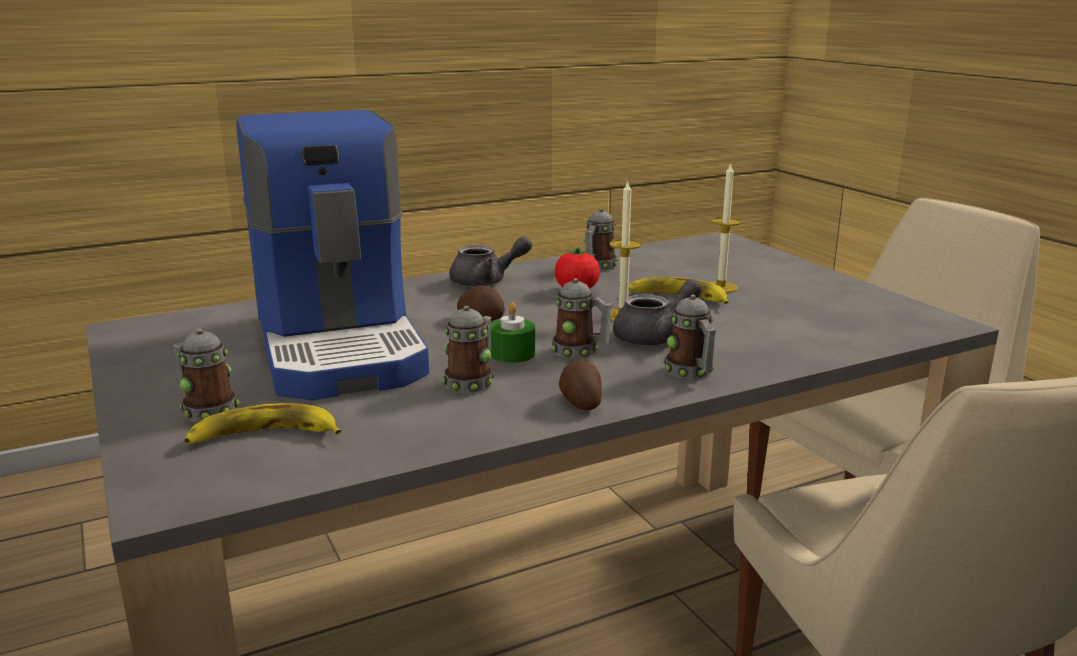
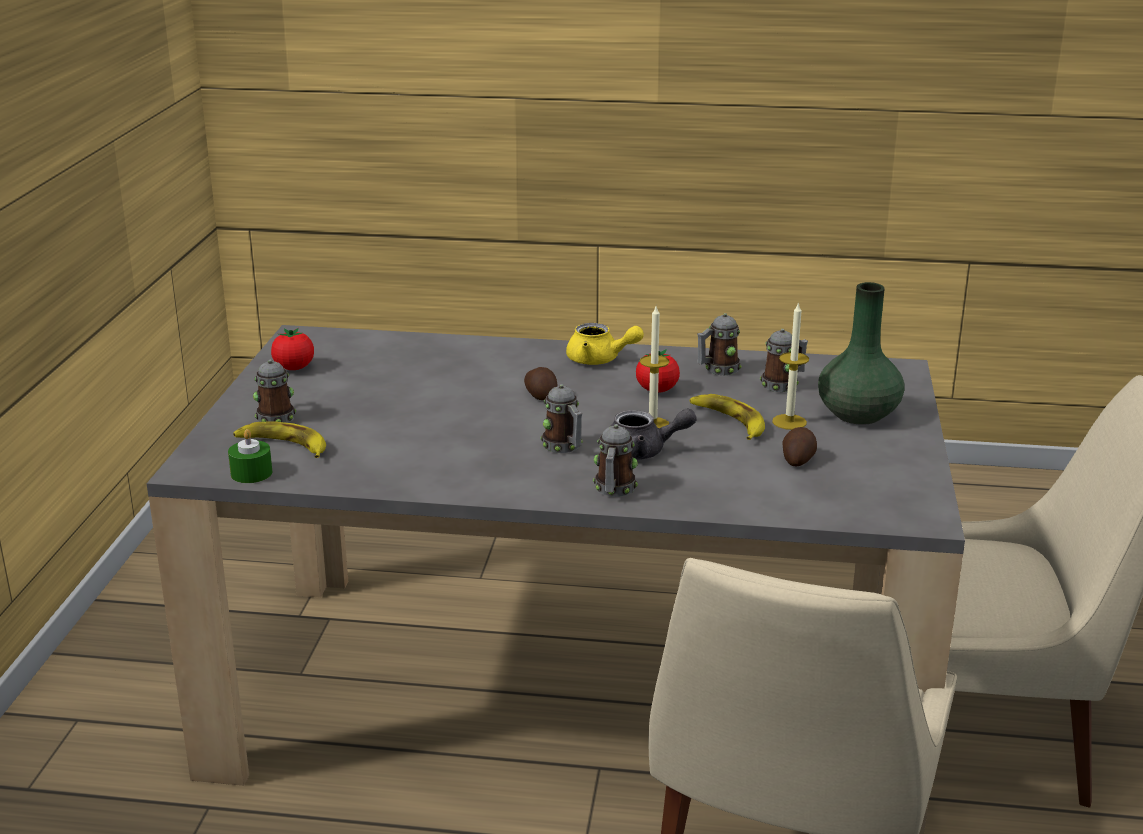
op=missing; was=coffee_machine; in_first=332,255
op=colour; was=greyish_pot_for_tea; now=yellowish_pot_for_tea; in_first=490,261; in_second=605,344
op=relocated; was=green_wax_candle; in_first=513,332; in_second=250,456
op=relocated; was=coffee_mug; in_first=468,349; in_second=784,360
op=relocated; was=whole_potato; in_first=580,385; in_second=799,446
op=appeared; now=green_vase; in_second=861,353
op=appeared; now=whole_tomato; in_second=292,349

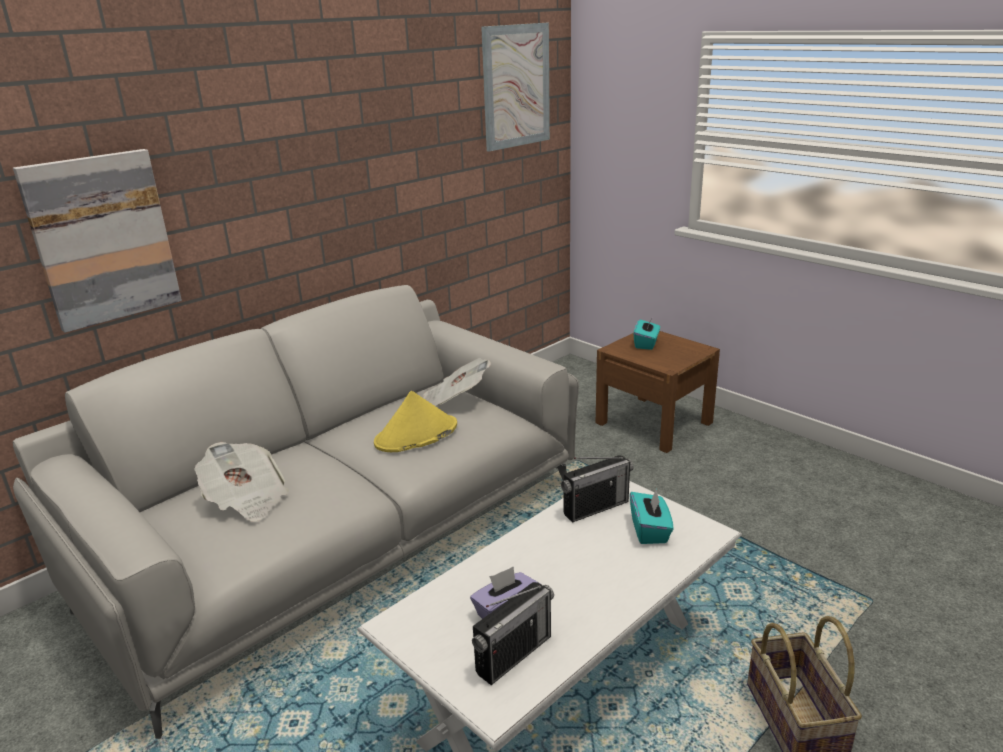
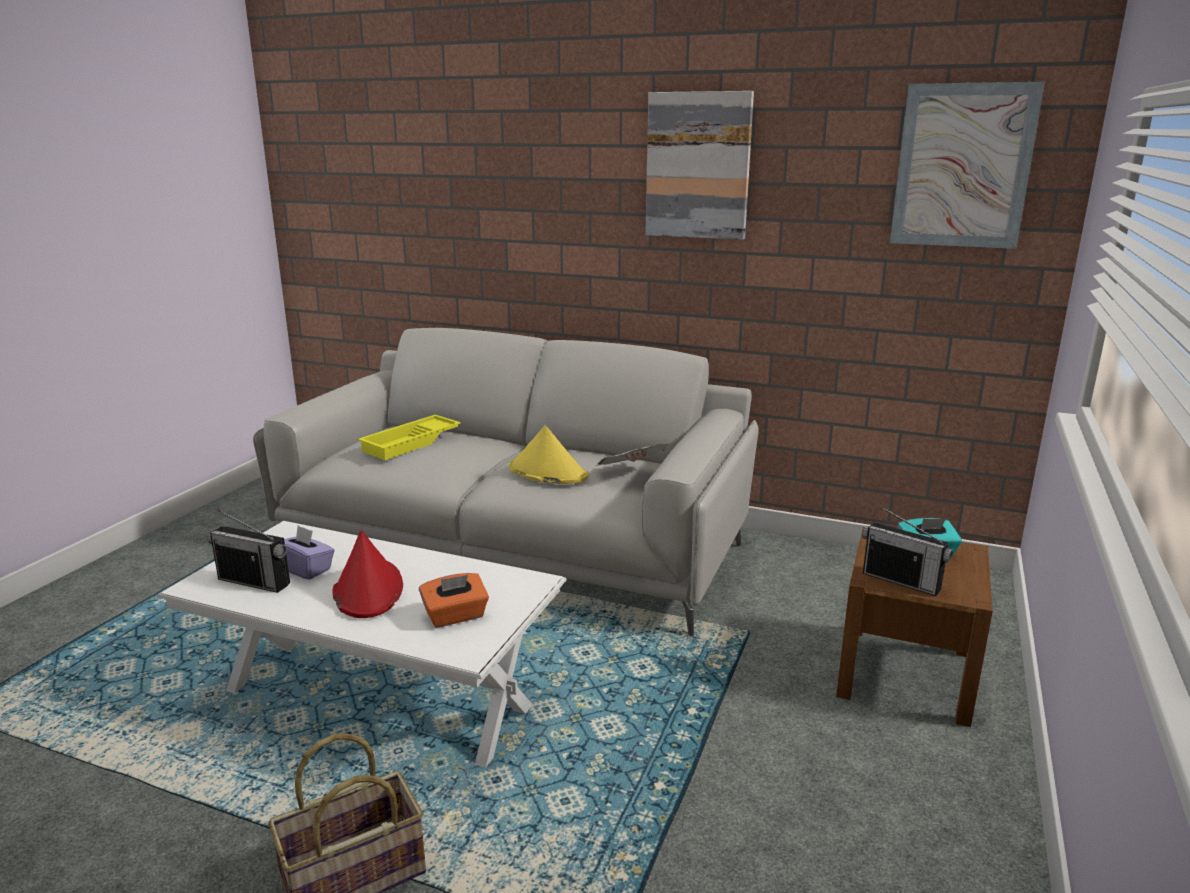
op=relocated; was=wall_picture; in_first=97,241; in_second=699,165
op=exchanged; was=printed_paper; now=yellowish_tray; in_first=241,482; in_second=409,437
op=relocated; was=radio_set; in_first=597,489; in_second=907,551
op=colour; was=blue-green_tissue_box; now=orange-coloured_tissue_box; in_first=651,516; in_second=454,600
op=appeared; now=red-coloured_hat; in_second=367,574

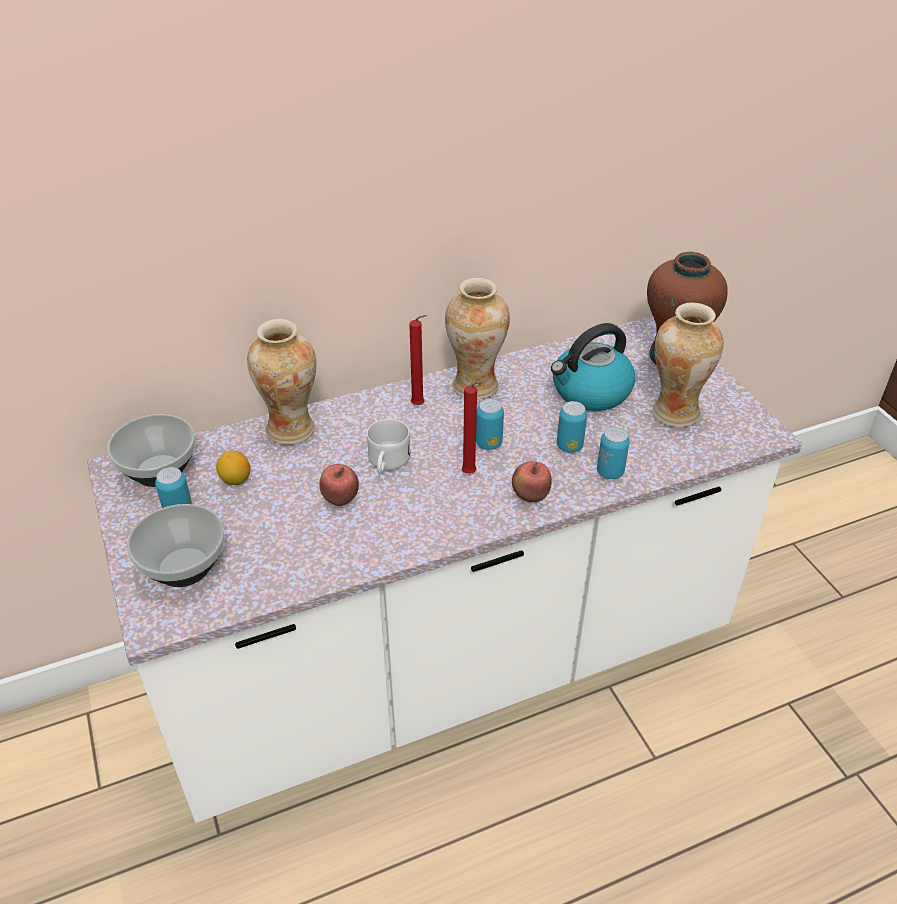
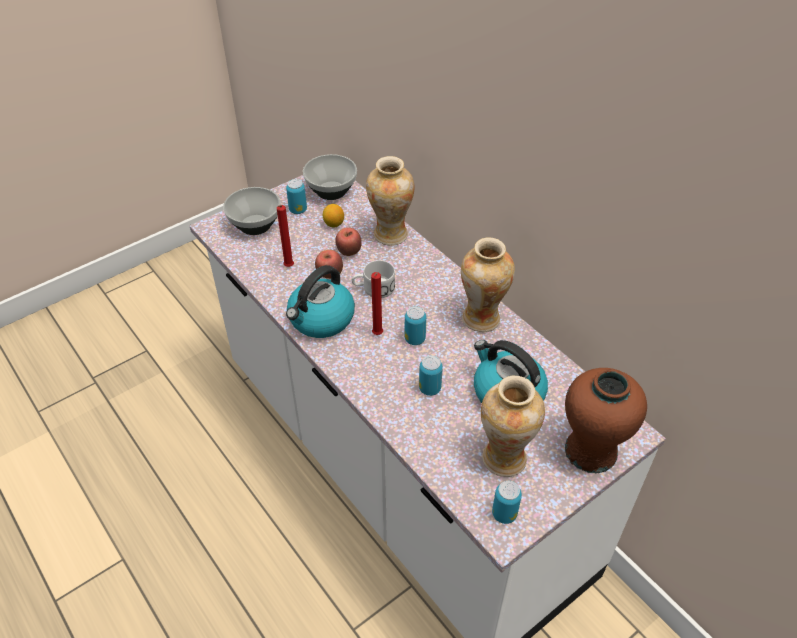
op=relocated; was=red-coloured_wax_candle; in_first=418,360; in_second=285,236
op=relocated; was=metal_can; in_first=613,453; in_second=507,502
op=relocated; was=apple; in_first=532,481; in_second=348,241
op=appeared; now=water_kettle; in_second=320,301

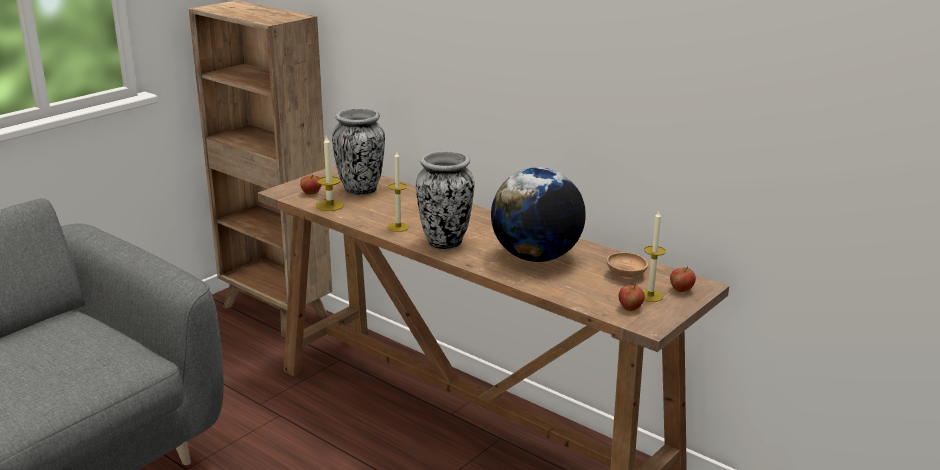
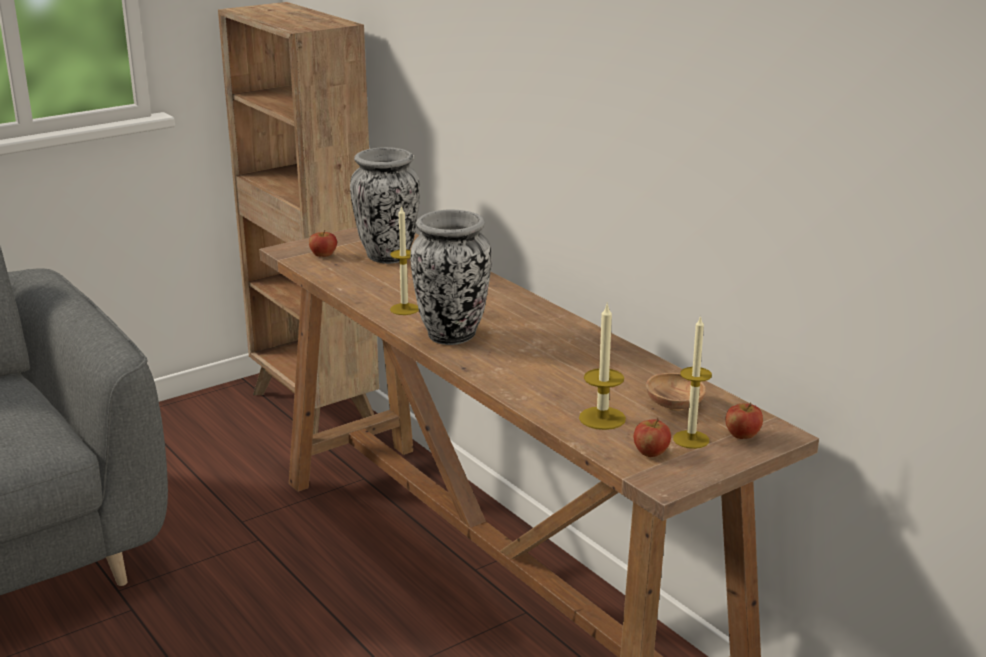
op=relocated; was=wax_candle; in_first=330,173; in_second=602,367
op=missing; was=world_globe; in_first=538,214

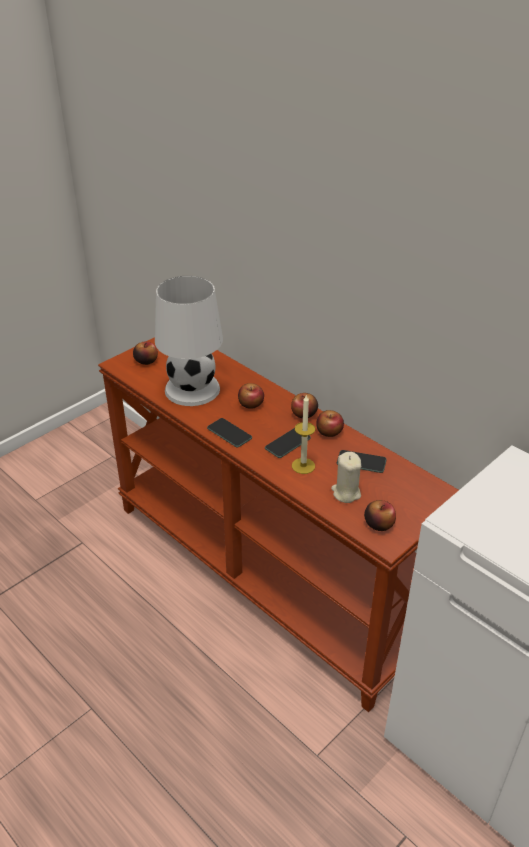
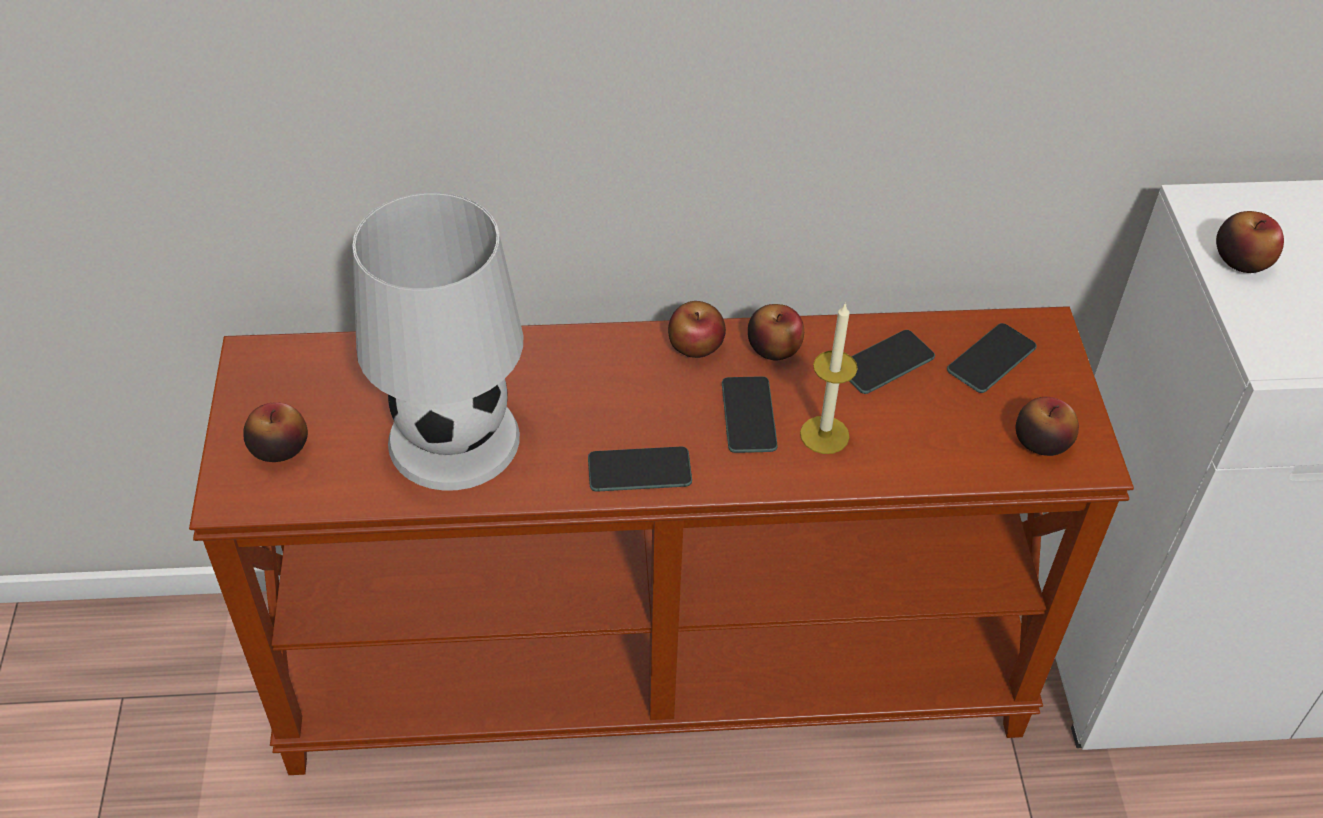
op=relocated; was=apple; in_first=251,396; in_second=1250,242
op=missing; was=sand-coloured_wax_candle; in_first=346,477
op=appeared; now=handset; in_second=992,358

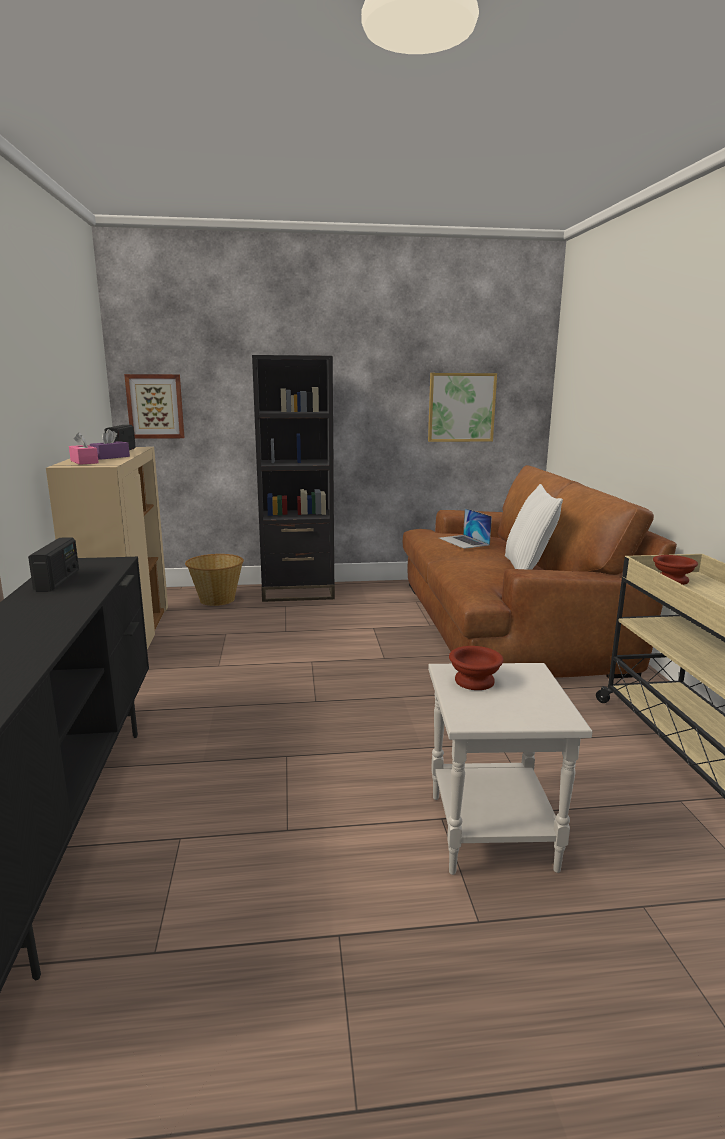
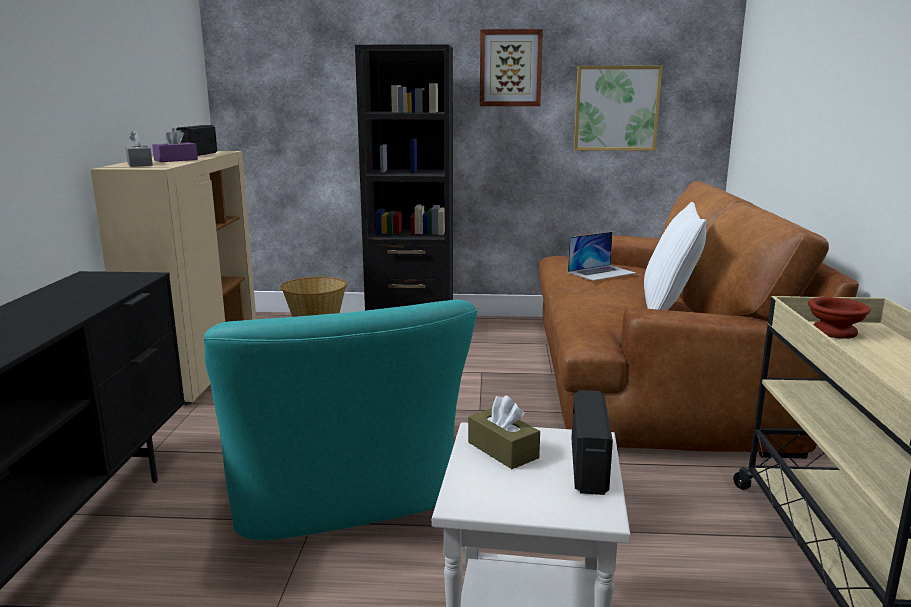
op=relocated; was=wall_picture; in_first=154,406; in_second=511,67
op=colour; was=pink_tissue_box; now=greyish_tissue_box; in_first=84,448; in_second=139,148
op=spun; was=portable_computer; in_first=465,528; in_second=602,256; clockwise=-105
op=relocated; was=radio_set; in_first=53,565; in_second=592,442
op=exchanged; was=brownish_deep_dish; now=brownish_tissue_box; in_first=476,668; in_second=504,432
op=appeared; now=blue-green_lounge_chair; in_second=340,419

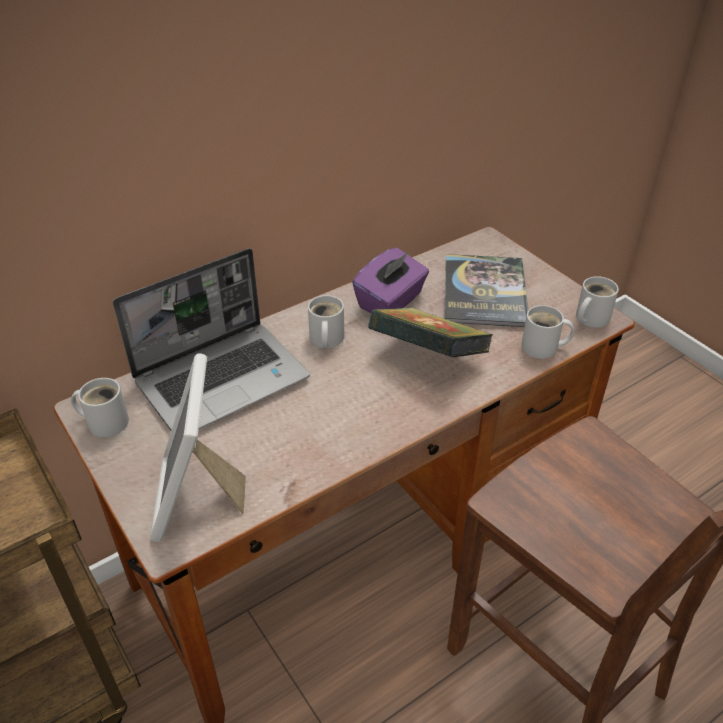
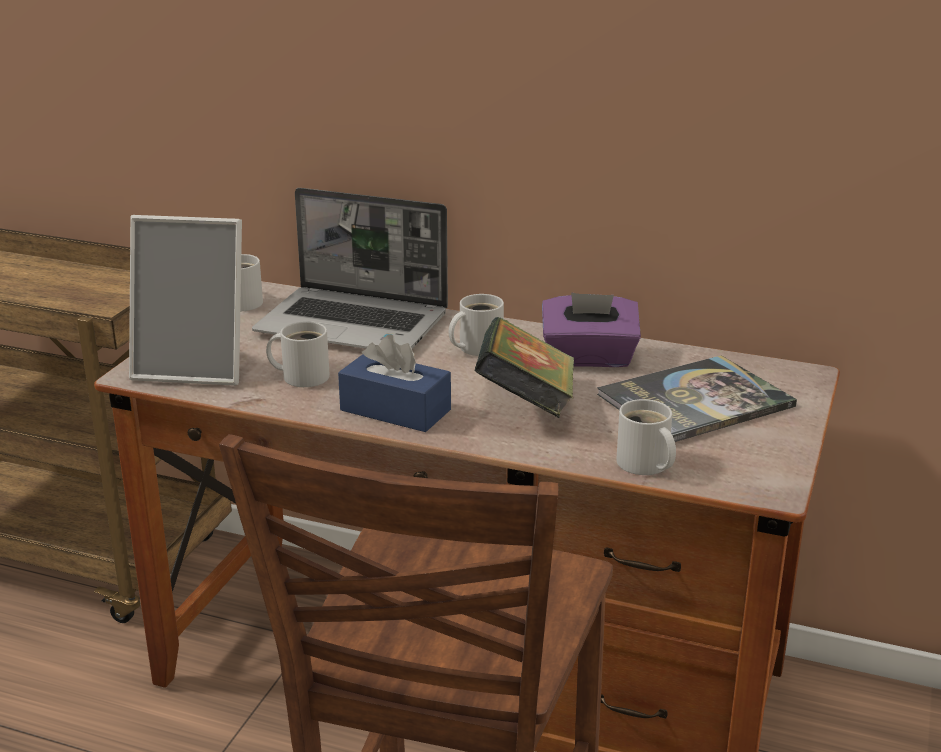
op=relocated; was=white-coloured_coffee_mug; in_first=597,302; in_second=298,354
op=spun; was=photo_frame; in_first=198,447; in_second=185,300; clockwise=-135
op=appeared; now=blue-coloured_tissue_box; in_second=394,383

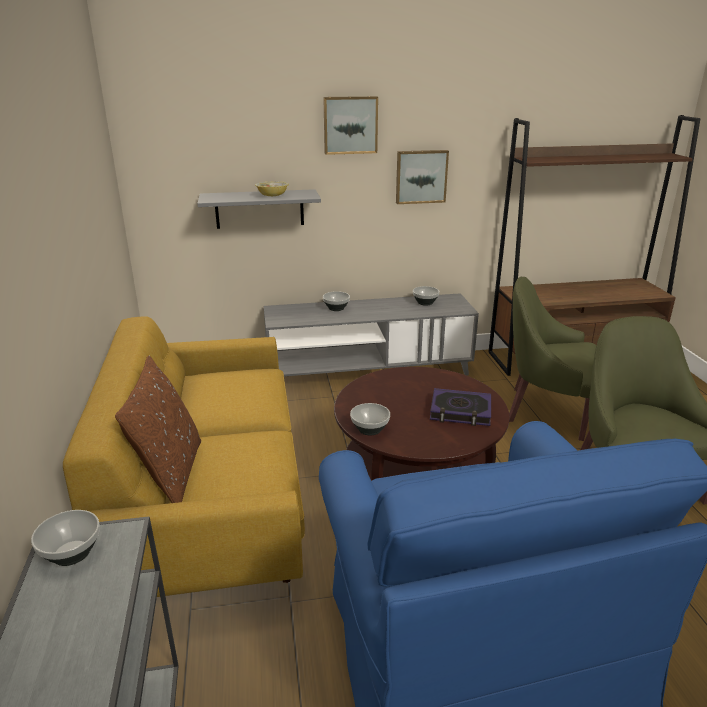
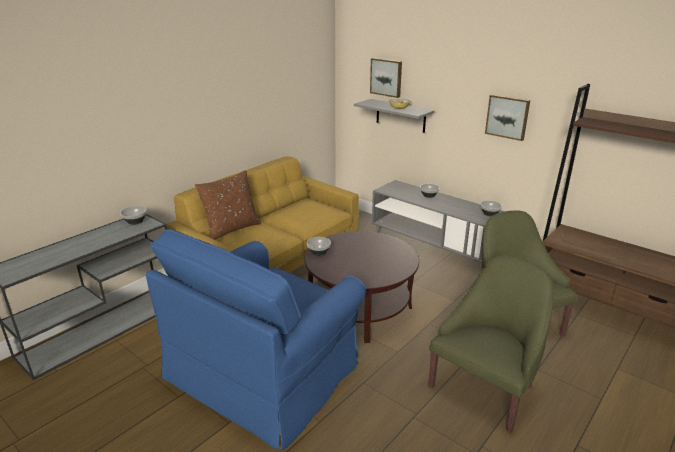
op=relocated; was=wall_picture; in_first=350,125; in_second=386,78
op=missing; was=bound_book; in_first=460,407

